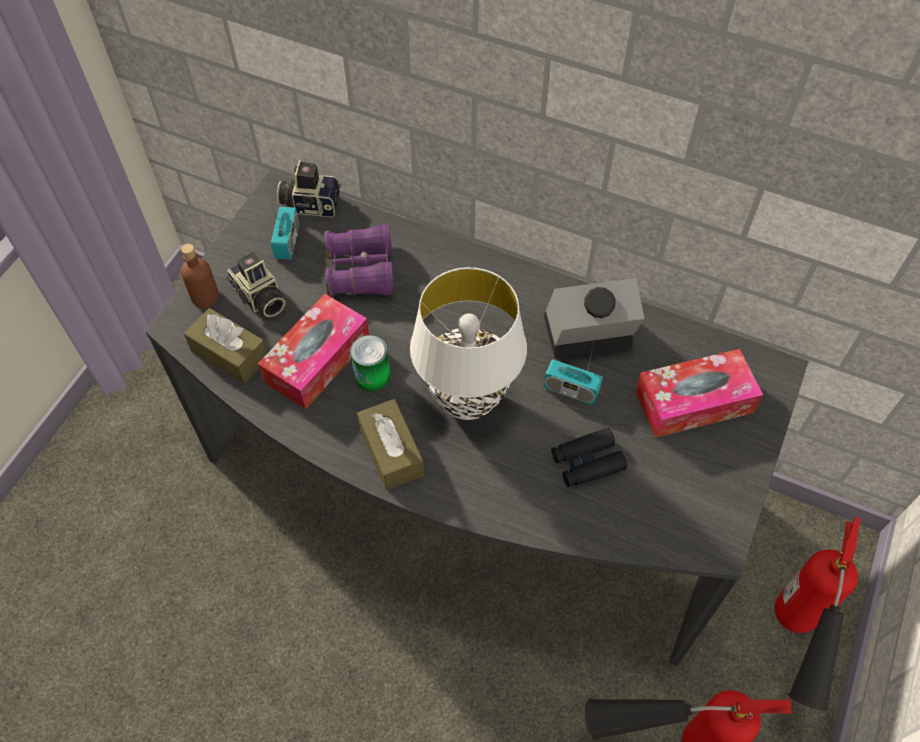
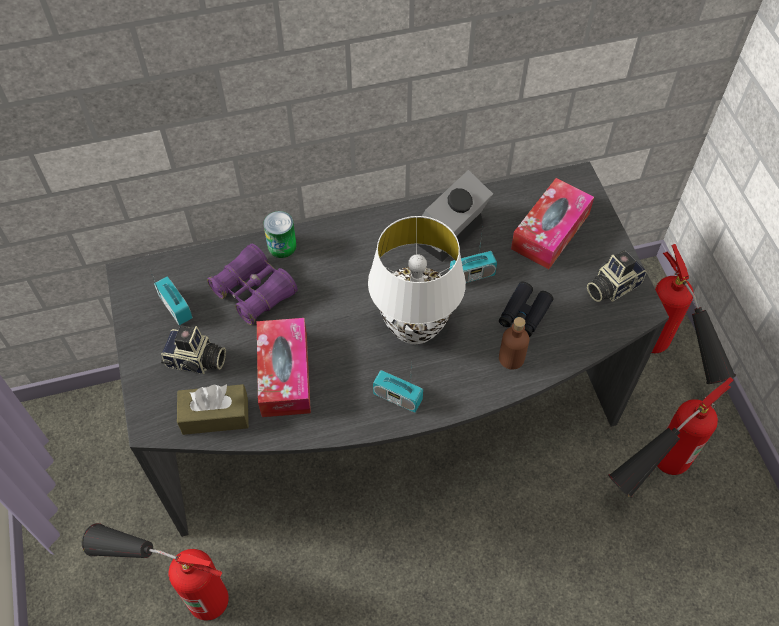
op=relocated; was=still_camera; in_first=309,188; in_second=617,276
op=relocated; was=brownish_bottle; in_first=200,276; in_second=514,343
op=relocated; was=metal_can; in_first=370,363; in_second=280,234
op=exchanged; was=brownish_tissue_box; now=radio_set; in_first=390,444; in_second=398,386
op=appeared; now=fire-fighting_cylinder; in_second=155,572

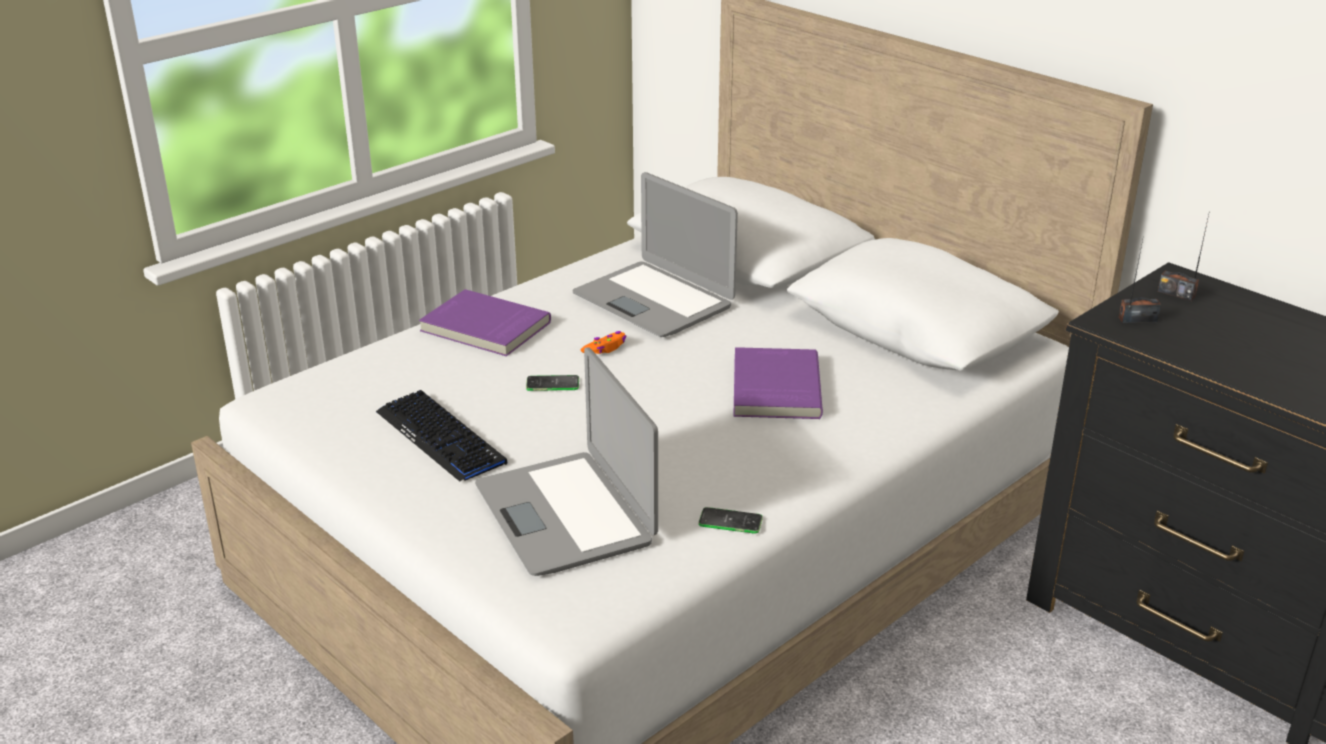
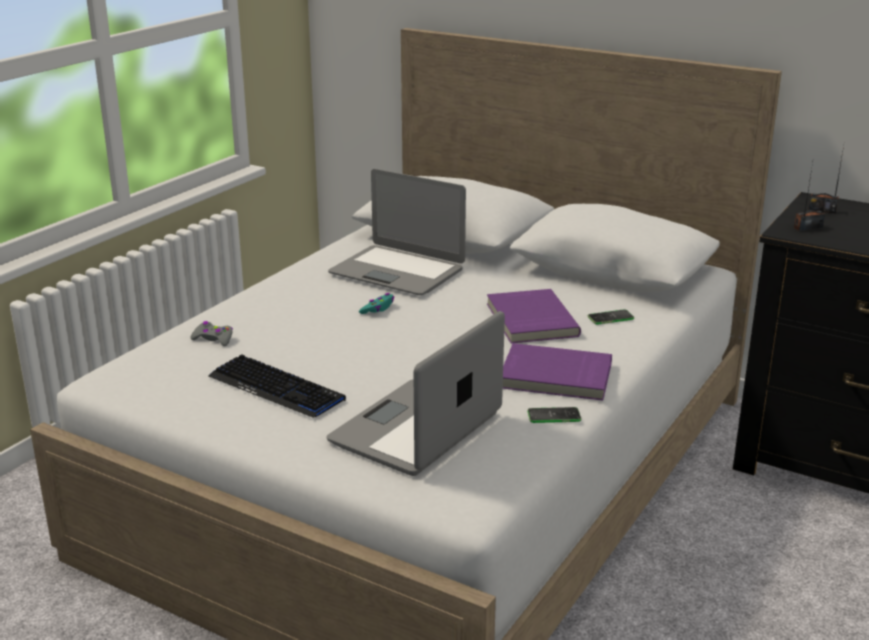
op=relocated; was=purplish_bound_book; in_first=485,322; in_second=557,372
op=colour; was=orange-coloured_game_controller; now=blue-green_game_controller; in_first=603,342; in_second=376,303
op=spun; was=portable_computer; in_first=566,461; in_second=416,393; clockwise=75
op=relocated; was=handset; in_first=552,383; in_second=611,317
op=appeared; now=greyish_game_controller; in_second=211,333

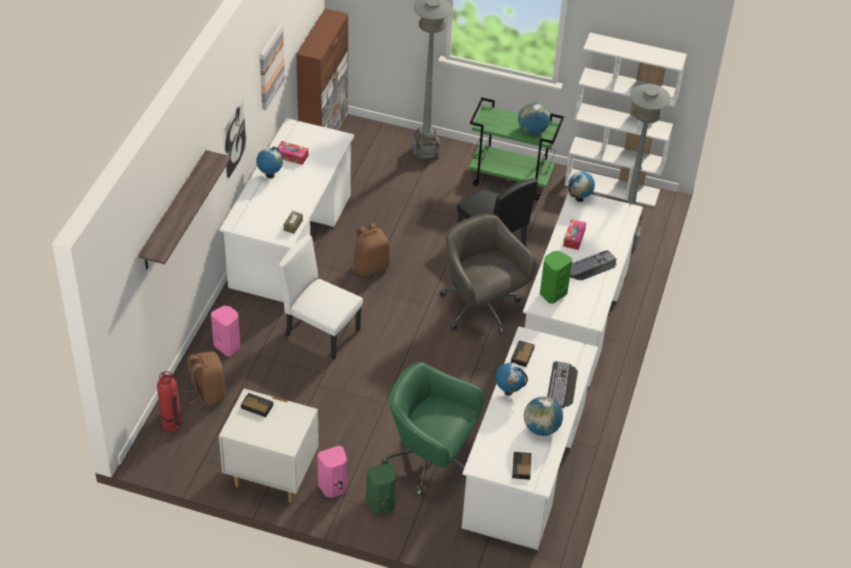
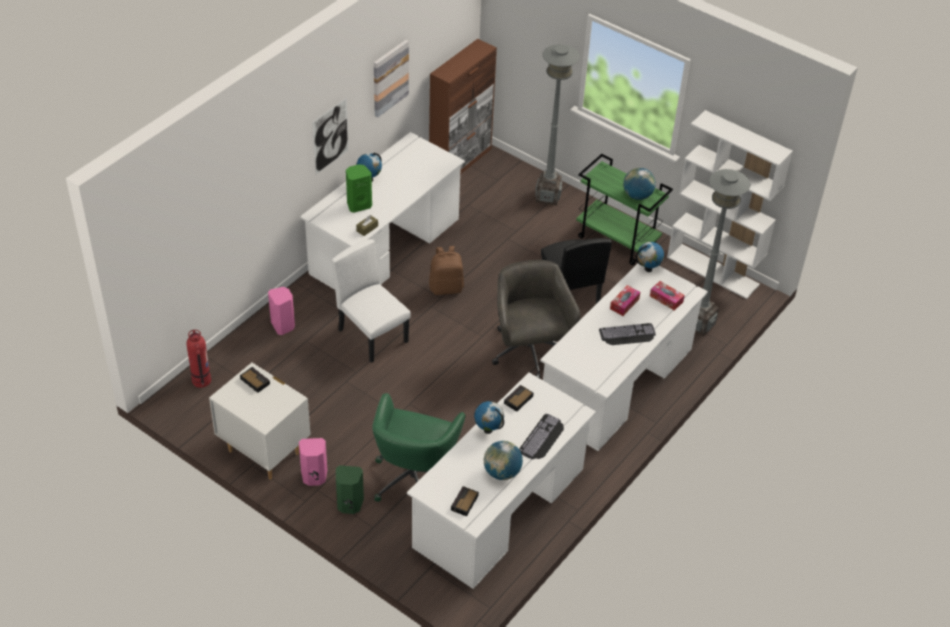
op=relocated; was=tissue_box; in_first=292,153; in_second=667,295
op=missing; was=bracket_shelf; in_first=184,209
op=relocated; was=green_loudspeaker; in_first=556,277; in_second=359,188
op=missing; was=brownish_backpack; in_first=205,378
op=spun; was=green_office_chair; in_first=432,429; in_second=419,447; clockwise=-120

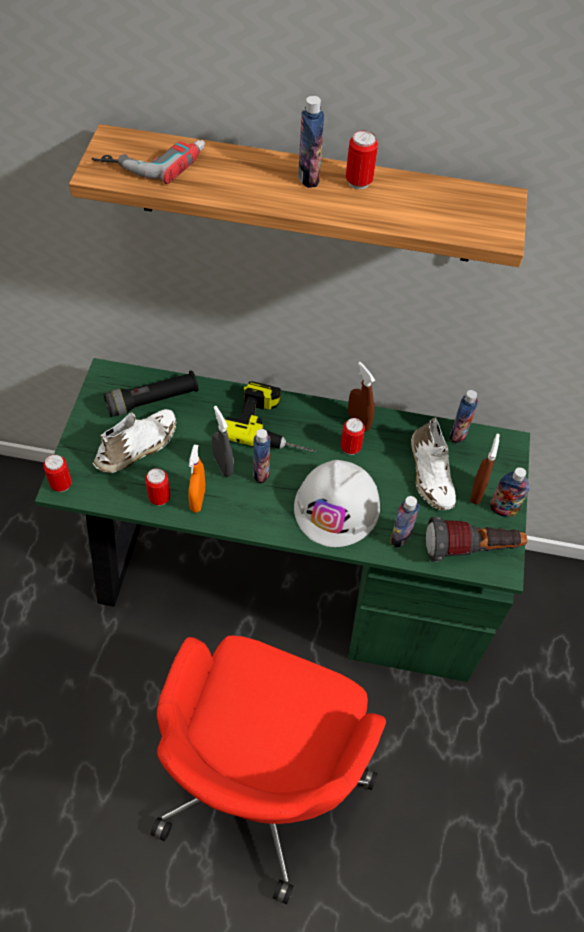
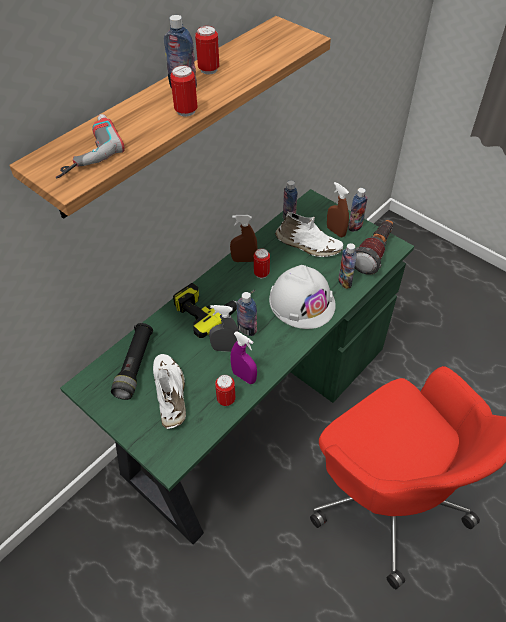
op=colour; was=orange-coloured_spray_bottle; now=purplish_spray_bottle; in_first=196,479; in_second=244,357
op=relocated; was=metal_can; in_first=57,473; in_second=184,91

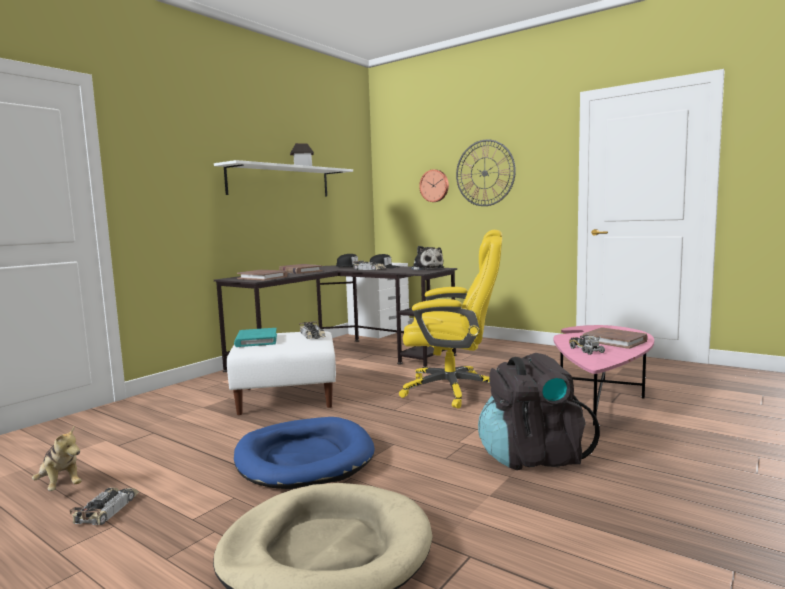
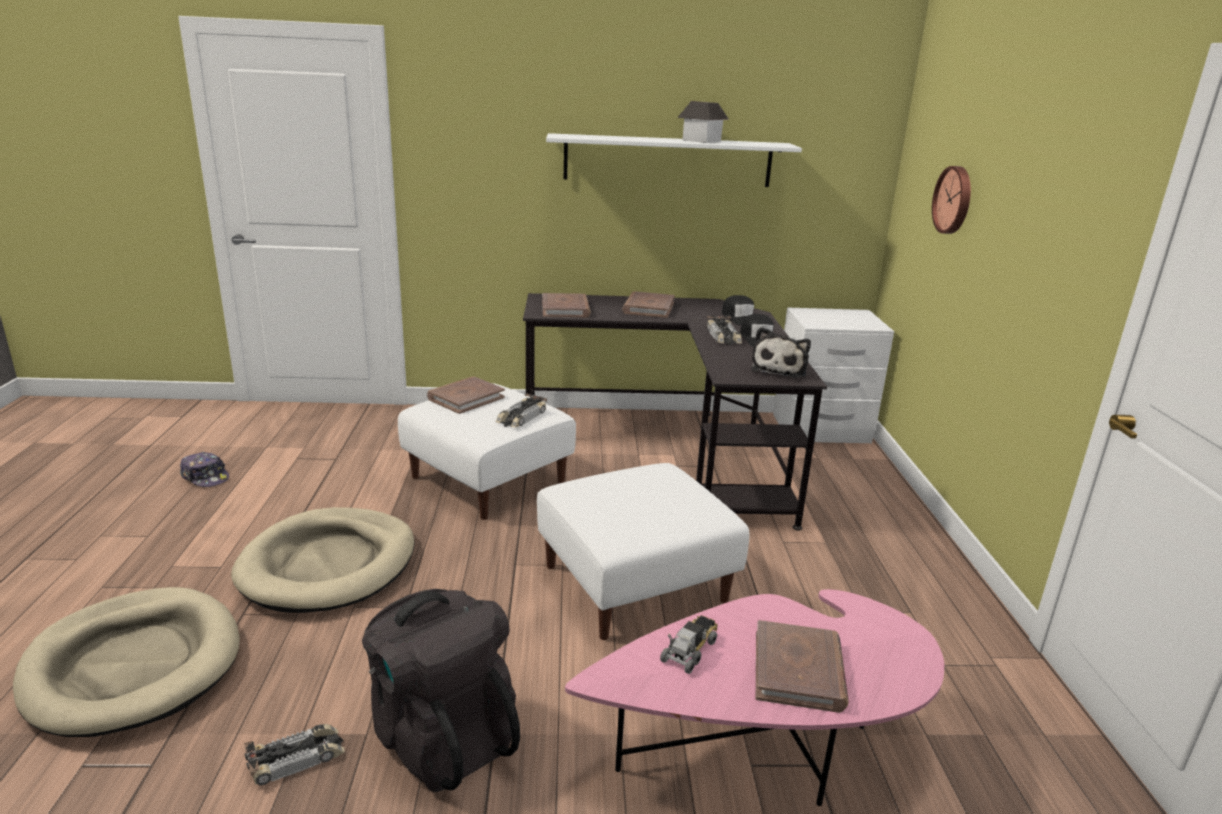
op=missing; was=clock_on_the_wall; in_first=486,172
op=exchanged; was=yellowish_office_chair; now=white-coloured_pouffe; in_first=450,319; in_second=643,551
op=colour; was=blue-green_bound_book; now=brownish_bound_book; in_first=255,337; in_second=466,395
op=colour; was=blue-coloured_dog_bed; now=sand-coloured_dog_bed; in_first=304,453; in_second=323,560
op=exchanged; was=plush_toy; now=peaked_cap; in_first=57,458; in_second=204,469
op=relocated; was=toy_car; in_first=104,506; in_second=294,754

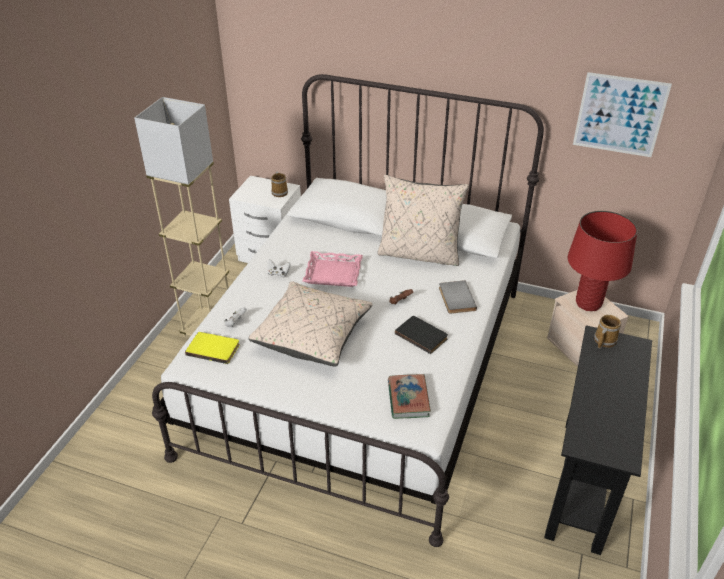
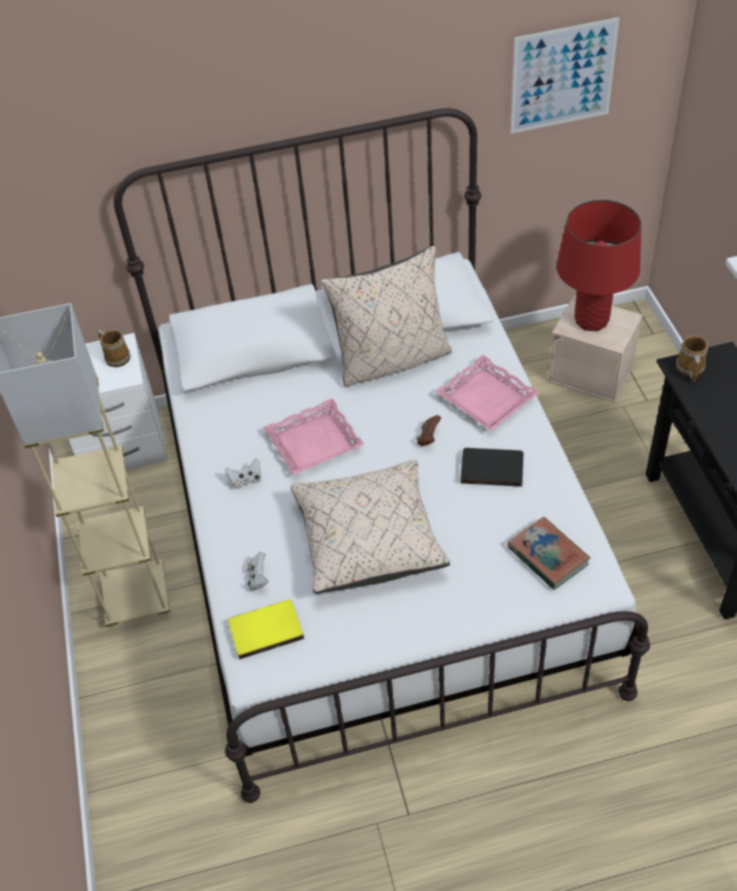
op=exchanged; was=greyish_bound_book; now=pink_tray; in_first=458,297; in_second=487,393

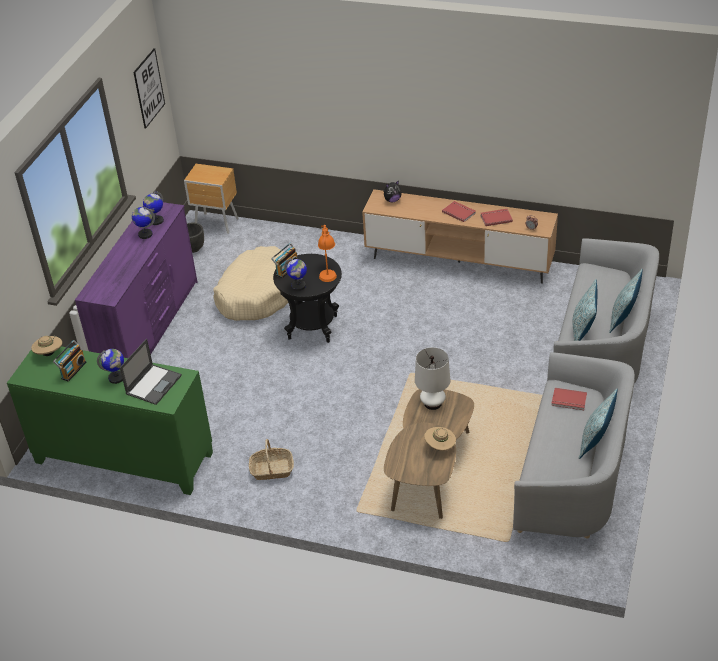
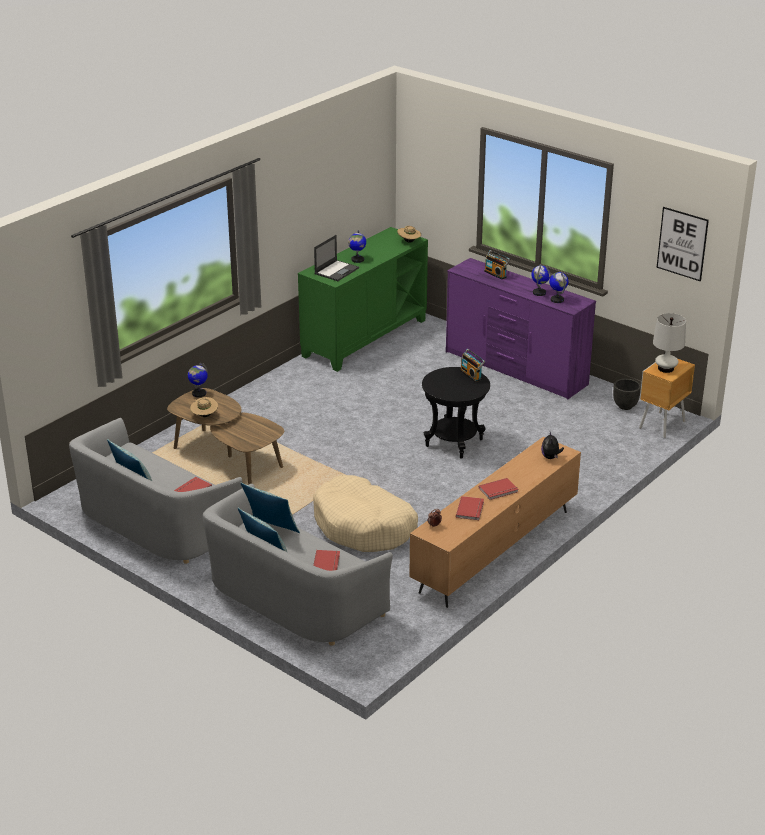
op=missing; was=orange-coloured_table_lamp; in_first=327,253
op=relocated; was=sand-coloured_dog_bed; in_first=250,283; in_second=365,513
op=relocated; was=world_globe; in_first=295,274; in_second=198,380
op=spun; was=portable_computer; in_first=151,372; in_second=336,258; clockwise=-105
op=relocated; was=radio_set; in_first=69,361; in_second=497,265
op=relocated; was=white-coloured_table_lamp; in_first=432,378; in_second=669,343
op=missing; was=basket; in_first=271,459
op=appeared; now=red-coloured_bound_book; in_second=326,560

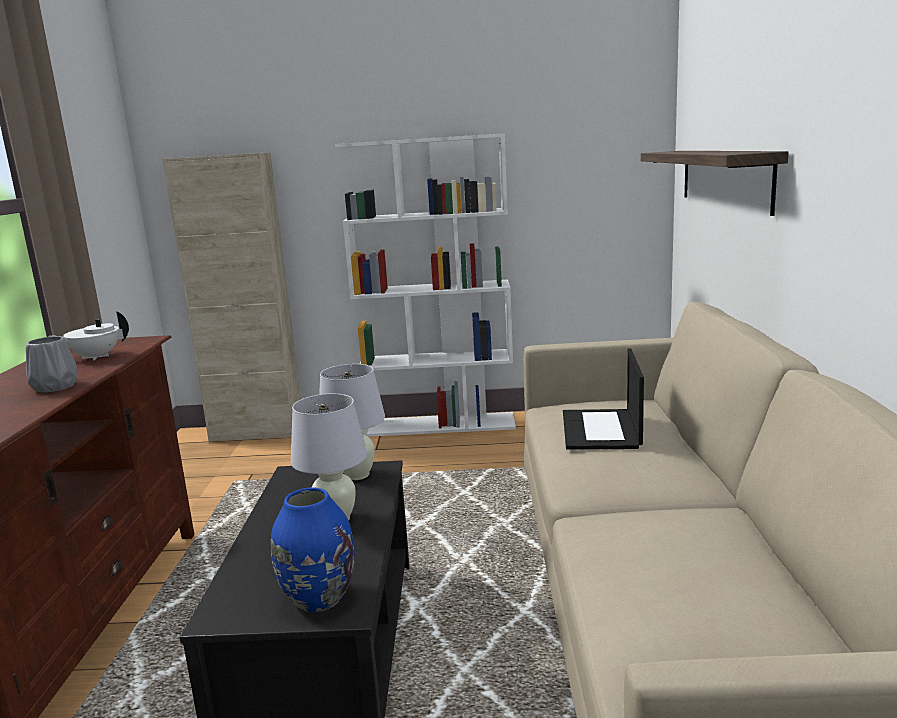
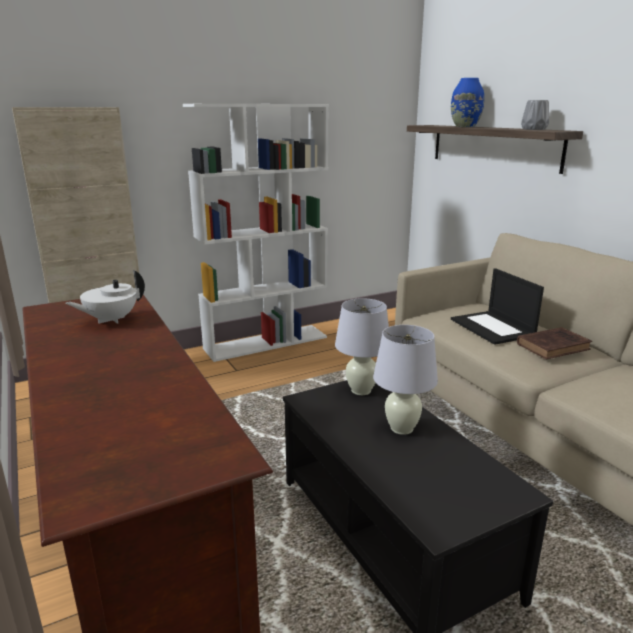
op=relocated; was=greyish_vase; in_first=52,364; in_second=535,115
op=relocated; was=blue-coloured_vase; in_first=313,549; in_second=467,102
op=appeared; now=brownish_bound_book; in_second=554,343

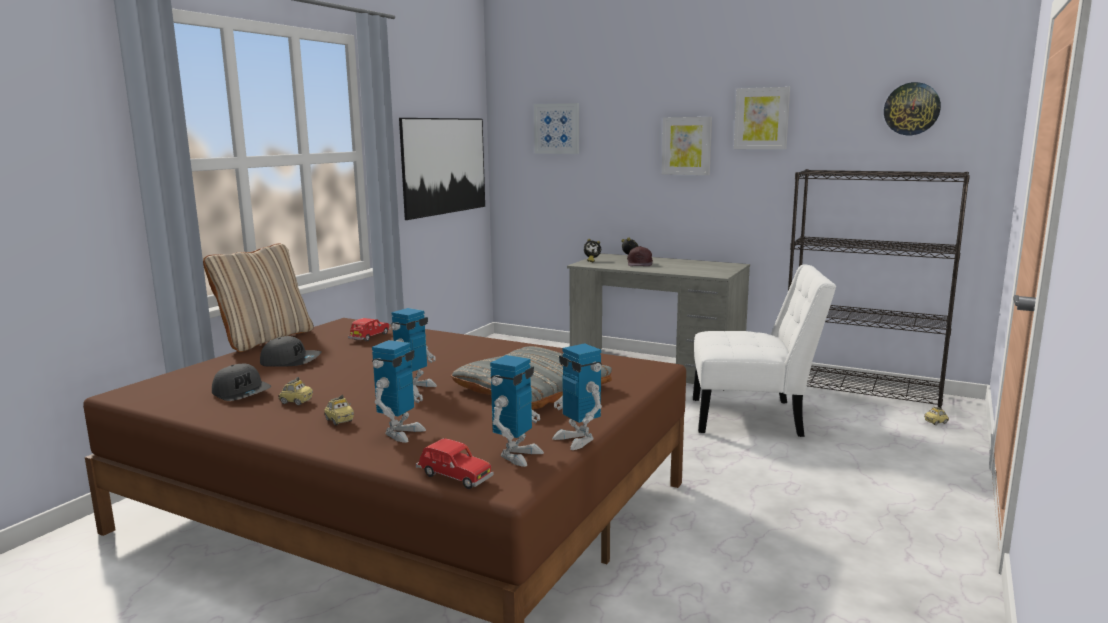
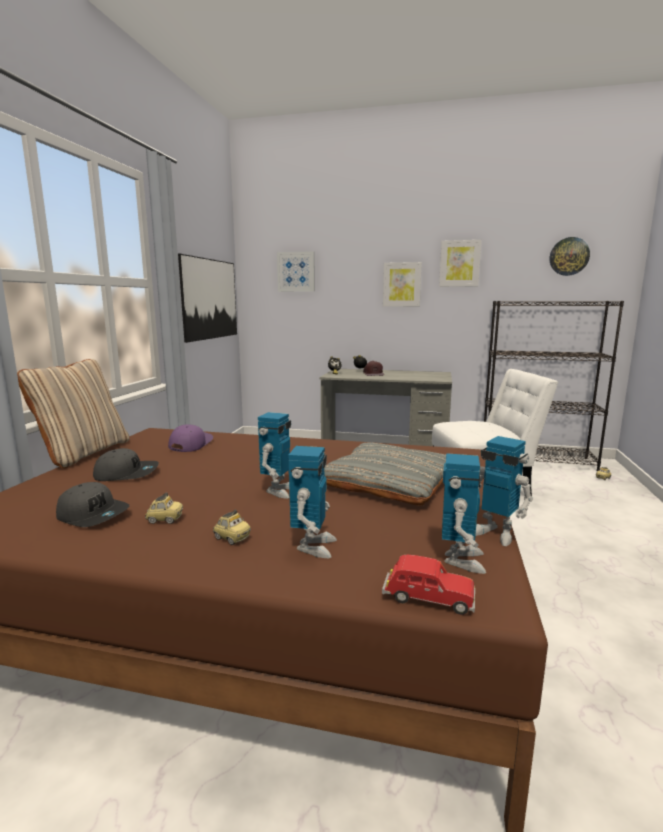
op=exchanged; was=red-coloured_toy_car; now=purplish_peaked_cap; in_first=369,329; in_second=190,438

